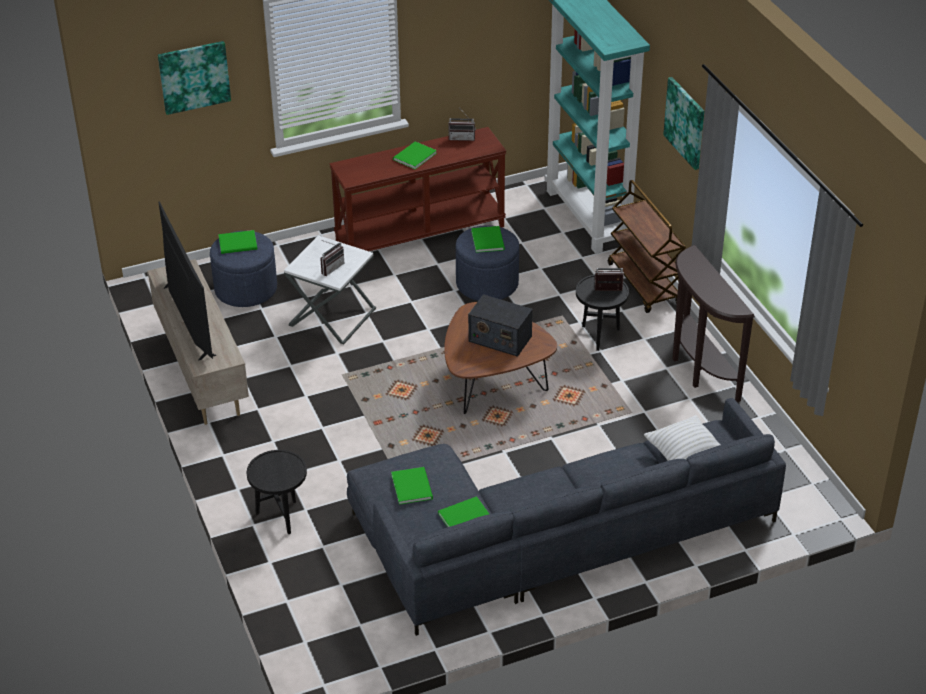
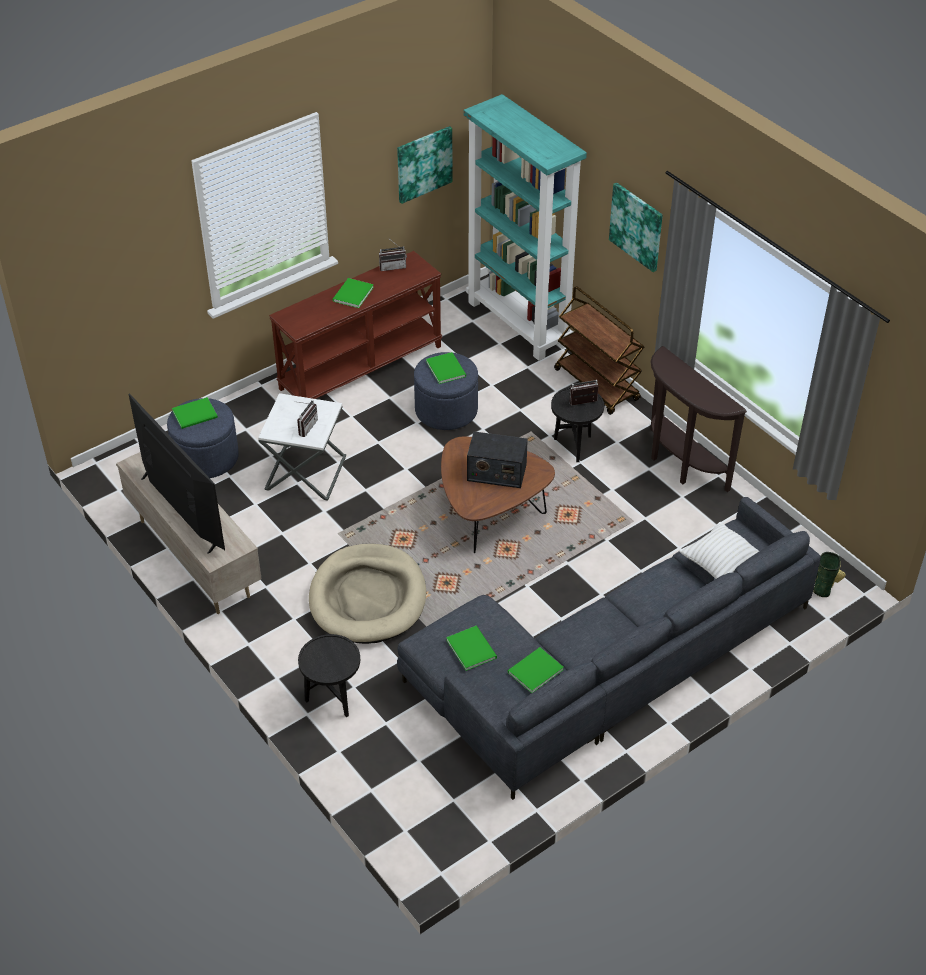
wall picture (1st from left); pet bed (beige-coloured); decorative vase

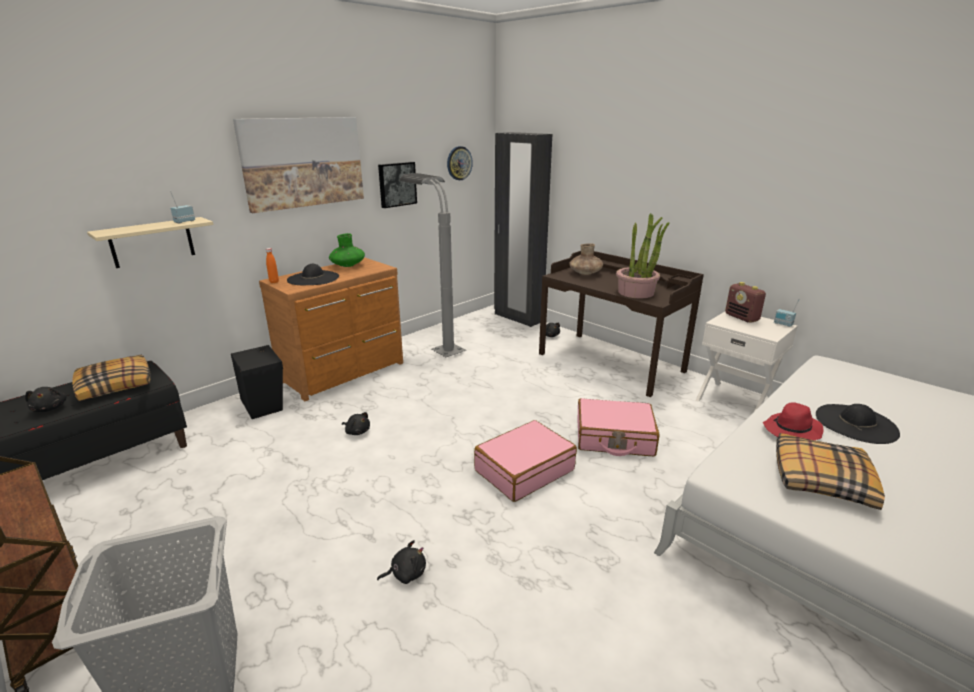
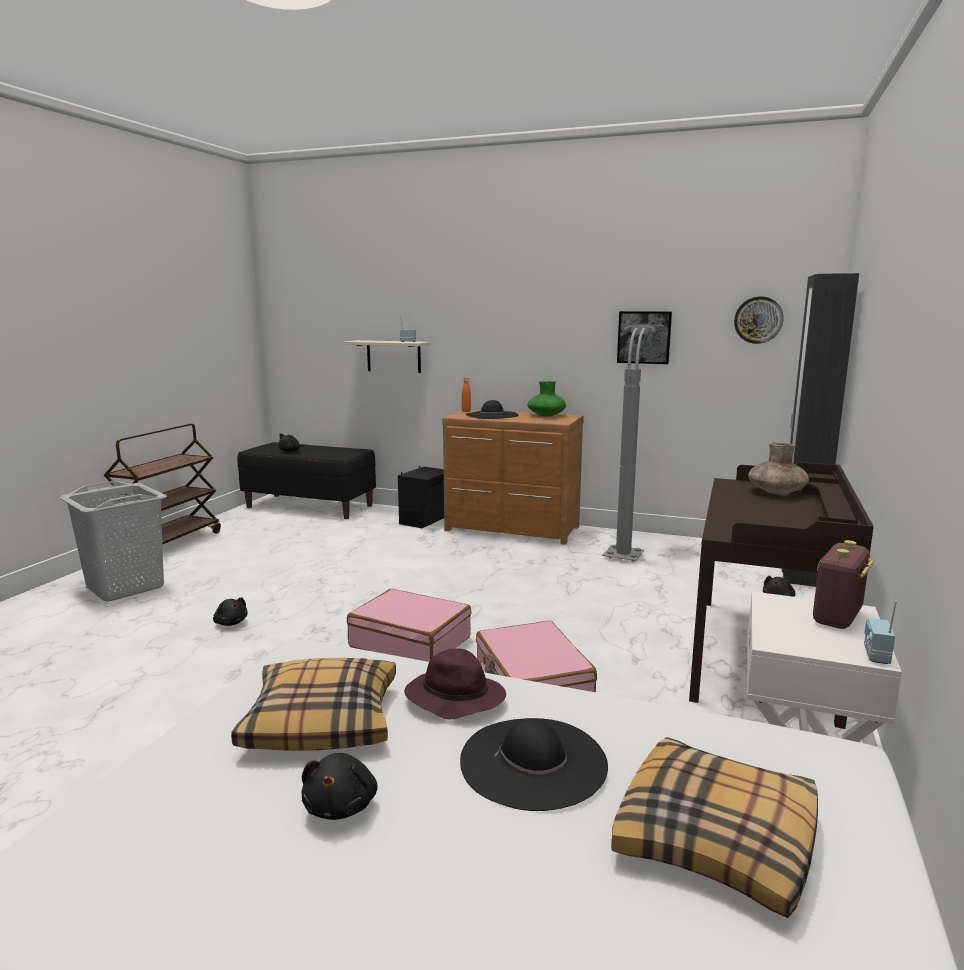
pillow (2nd from left); wall picture (1st from left in the first image); plush toy (black) (3rd from left); plant in a pot; wearable hat (purplish)

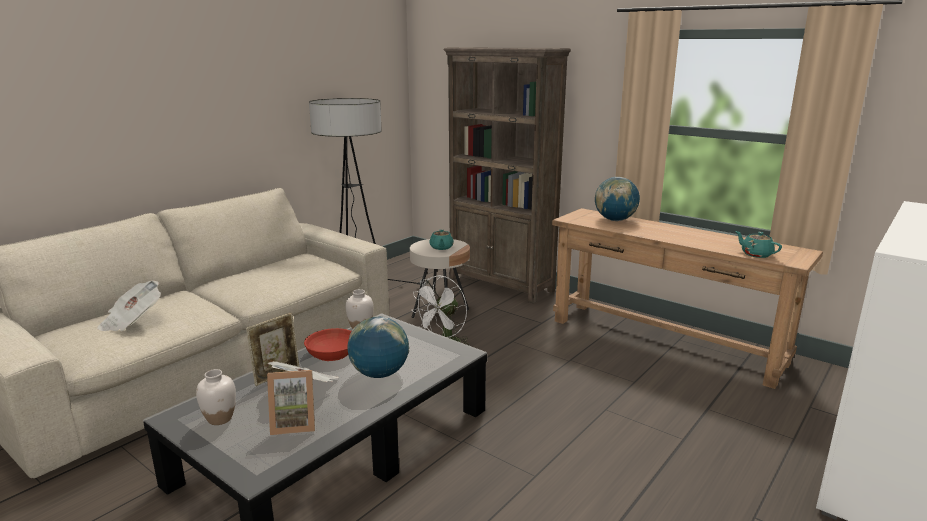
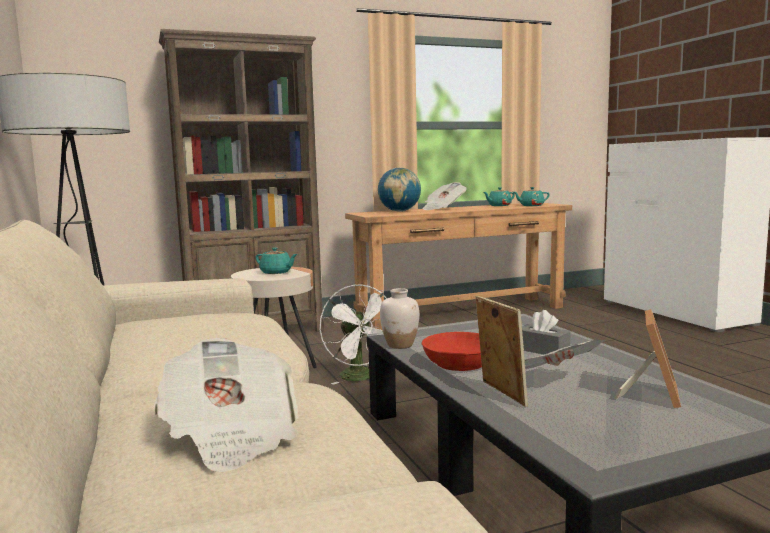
decorative vase (white) (1st from left in the first image); tissue holder (greyish); newspaper (2nd from left); pot for tea (turquoise-coloured) (2nd from left)

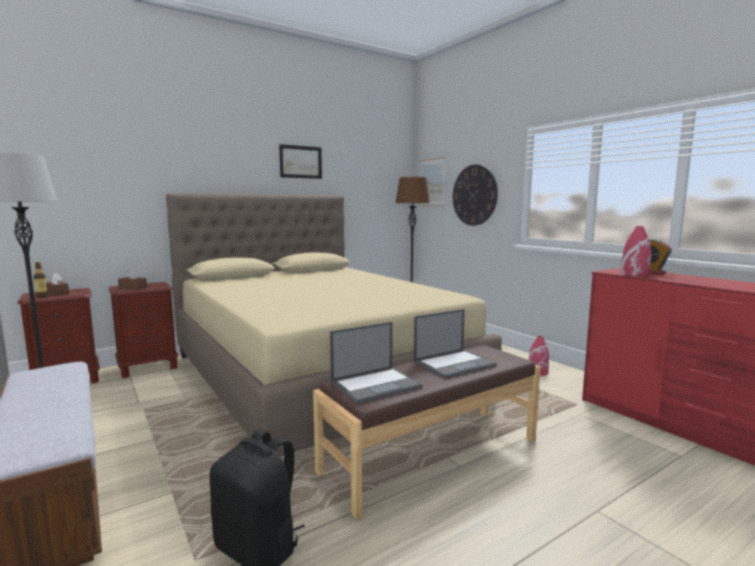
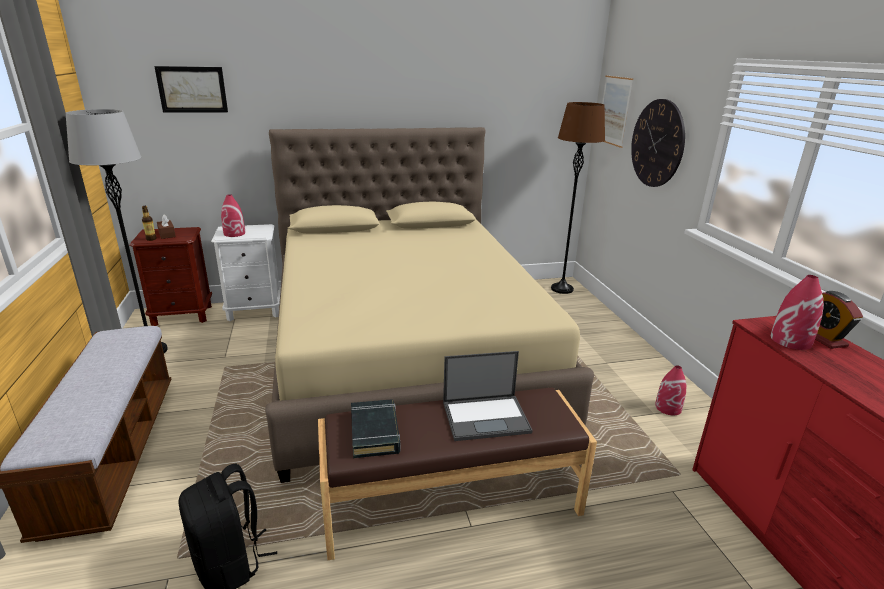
nightstand (white); decorative vase (red) (1st from left); wall picture (1st from left); book (black)

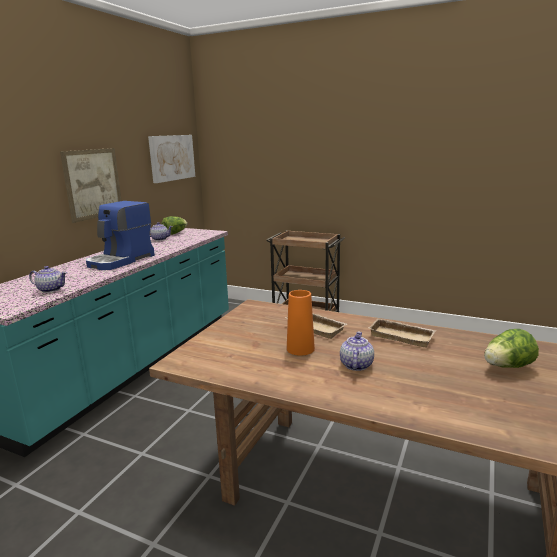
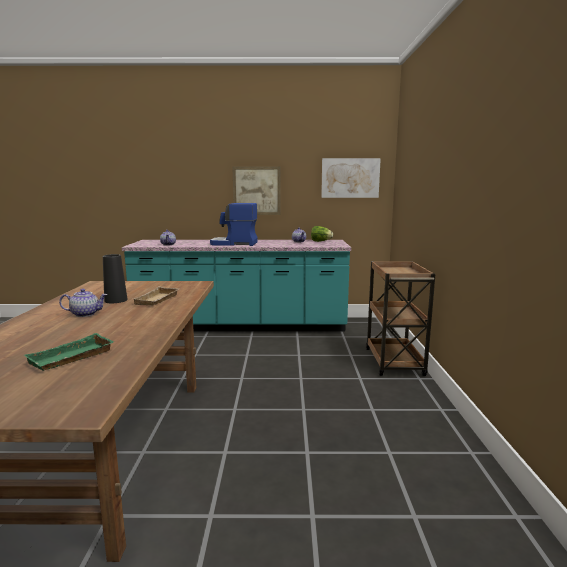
decorative vase (black); serving tray (beige-coloured) (2nd from left in the first image); serving tray (green)

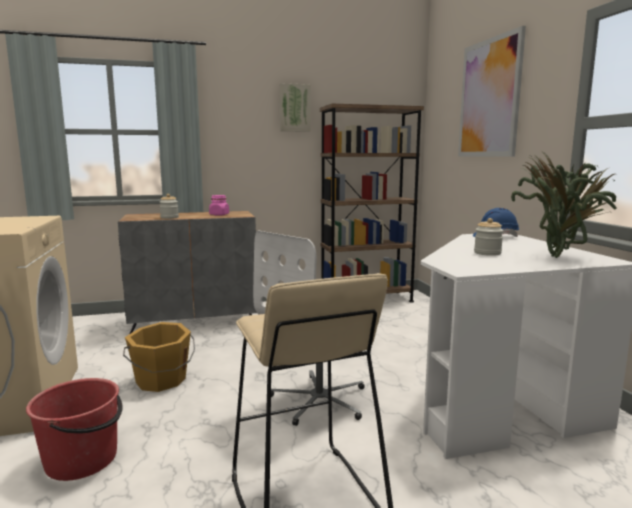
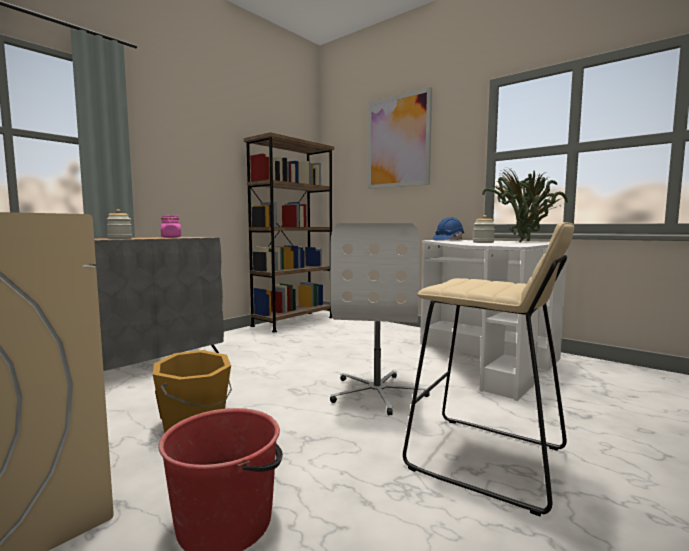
wall picture (1st from left in the first image)

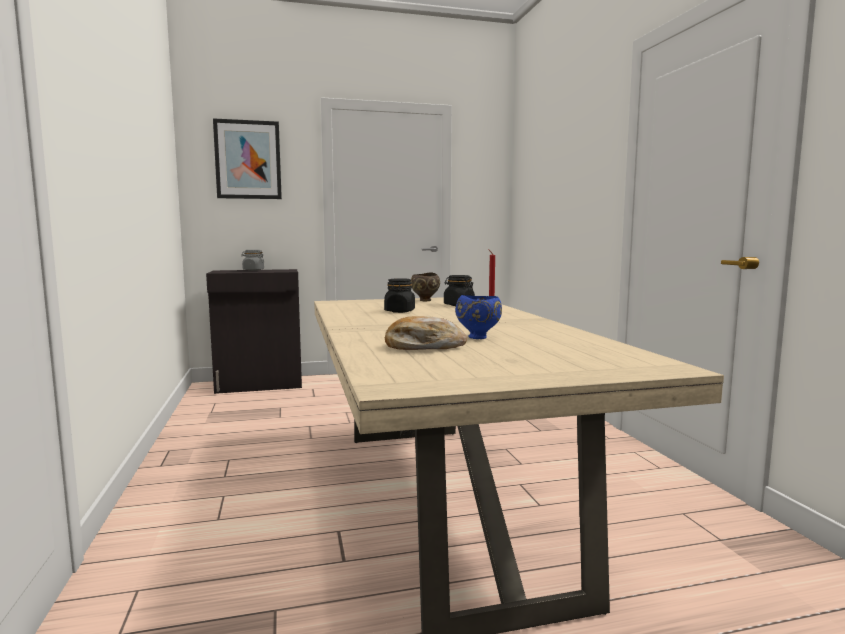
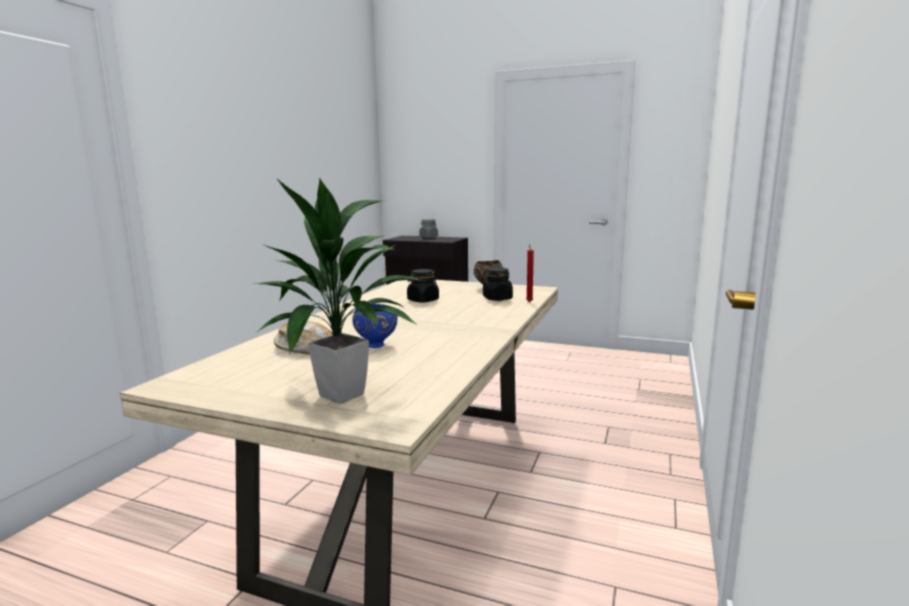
wall picture; plant in a pot

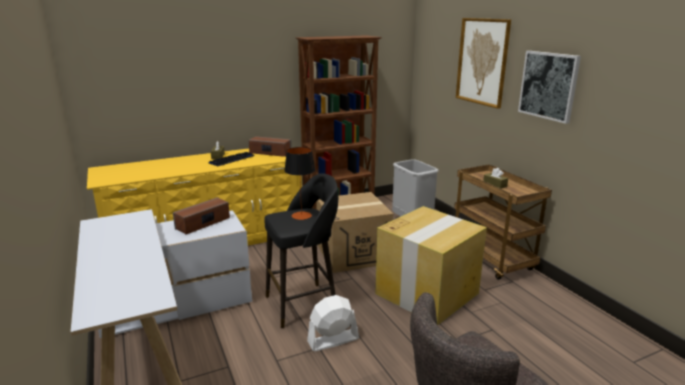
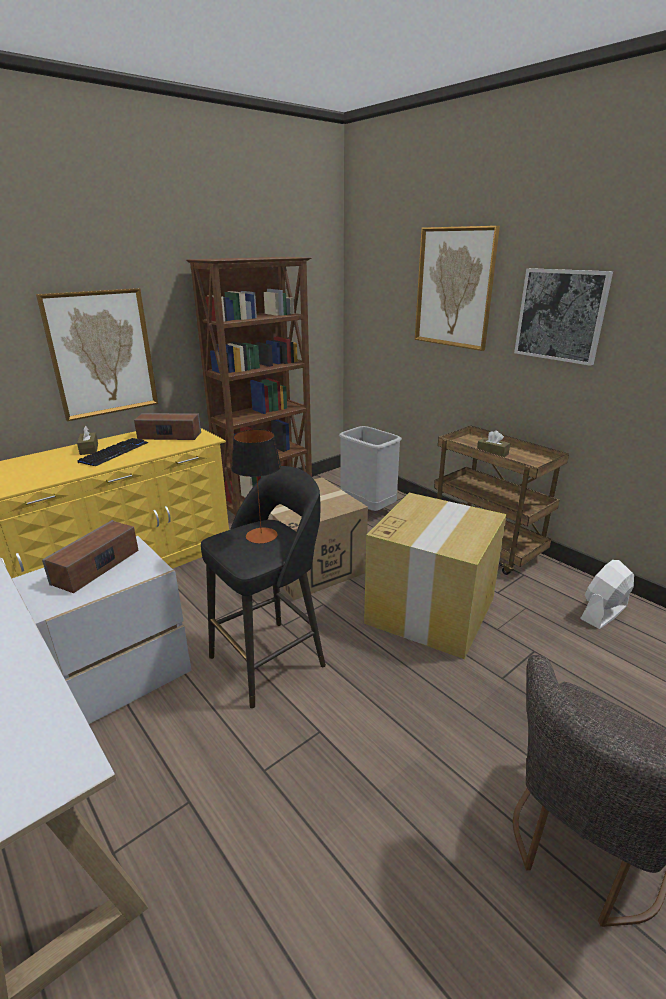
electric fan (white); wall picture (1st from left)

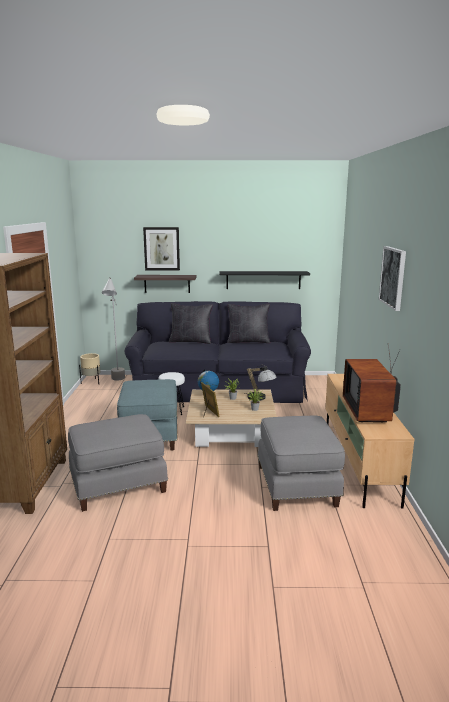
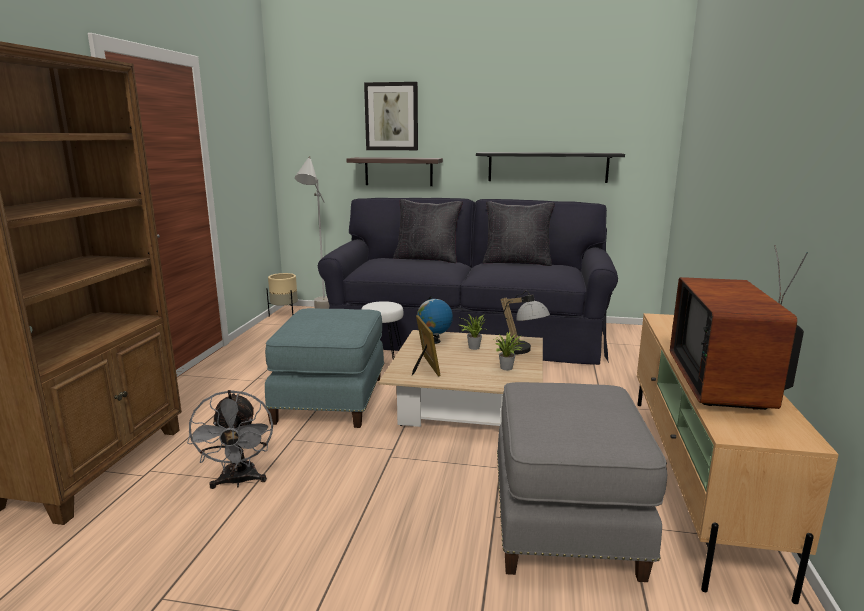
electric fan (greyish); wall picture (2nd from left in the first image)

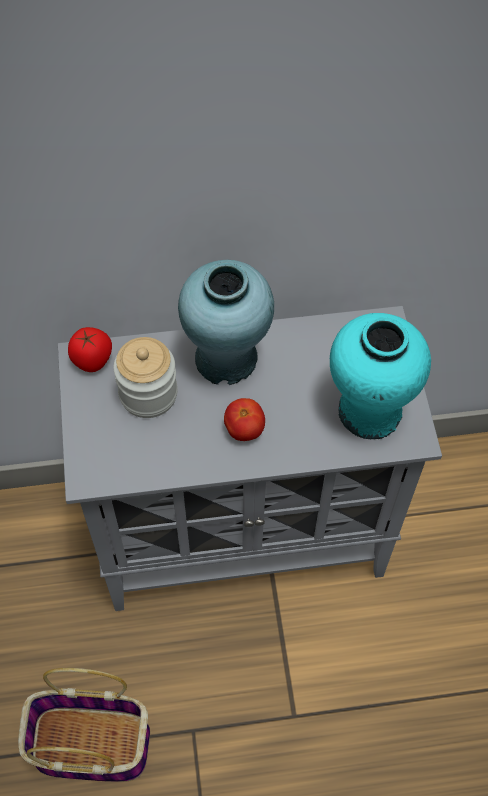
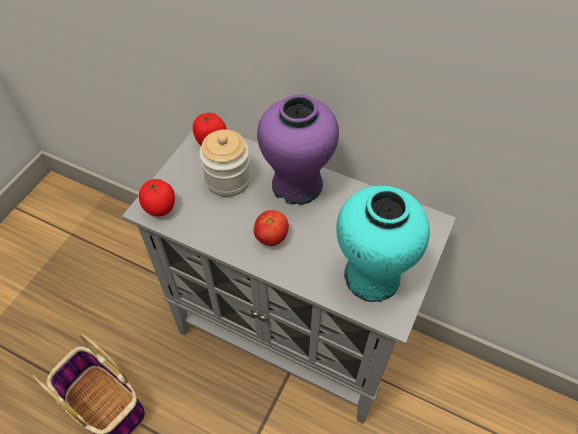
decorative vase (purplish); whole tomato (1st from left)

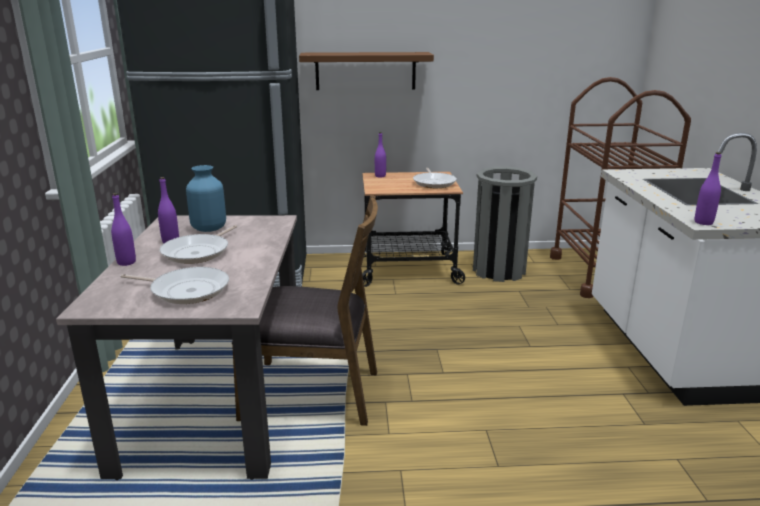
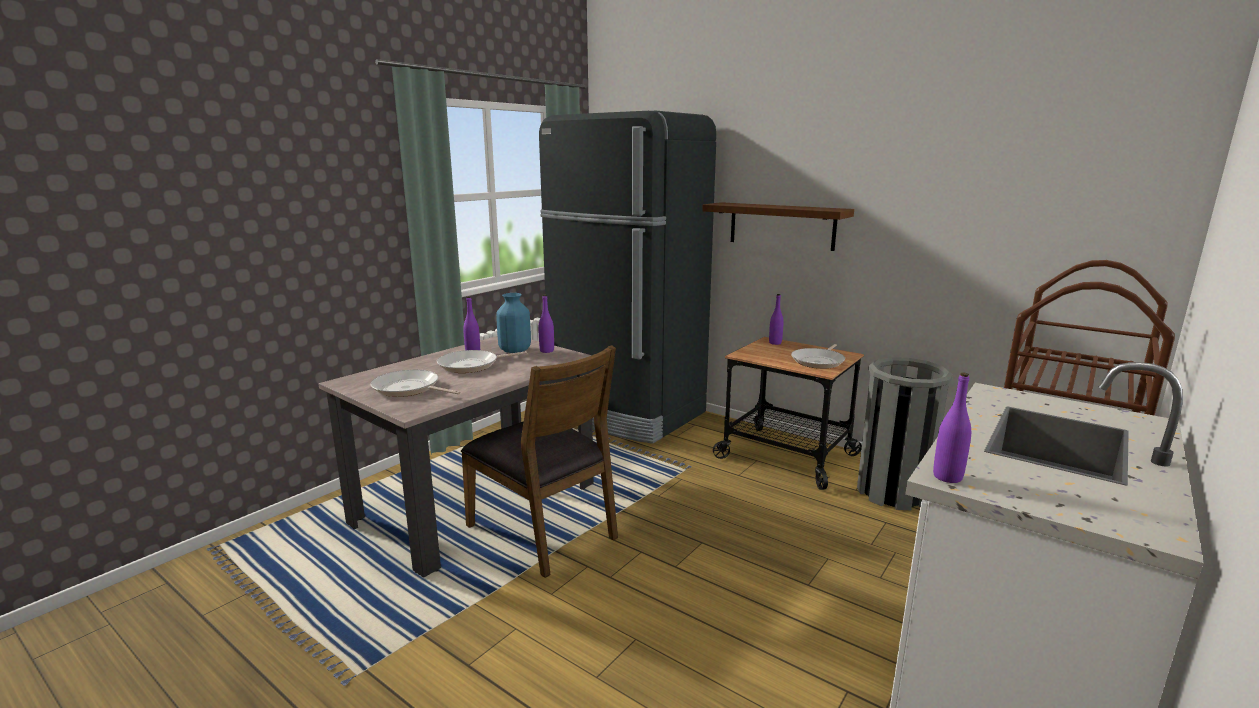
bottle (purplish) (2nd from left); skillet (1st from left)

